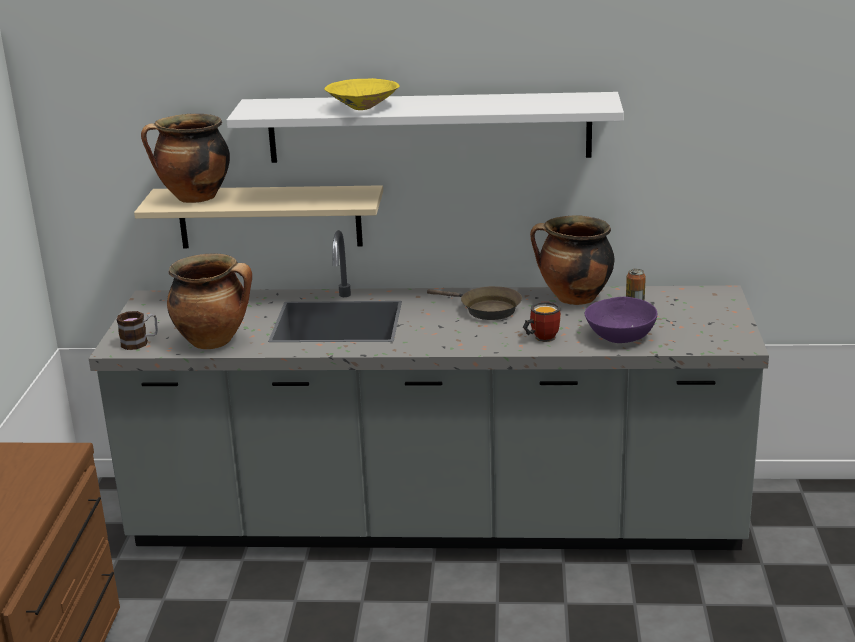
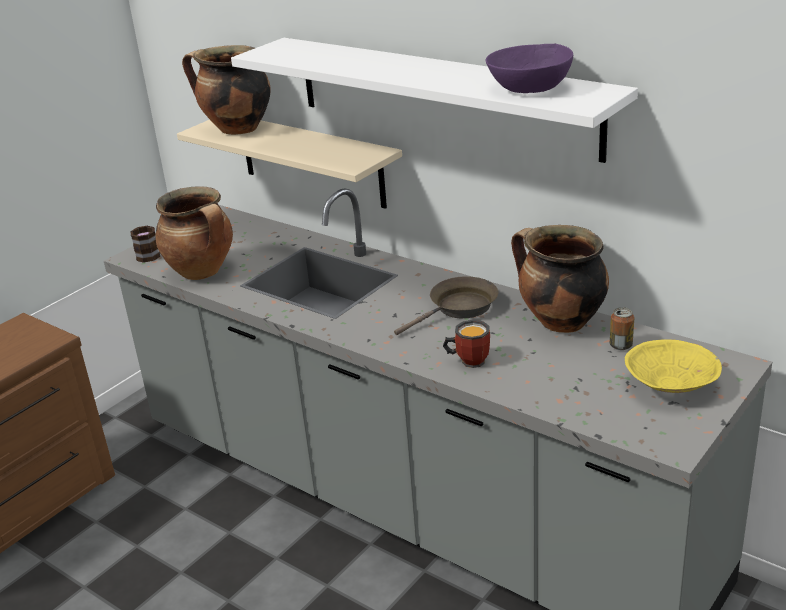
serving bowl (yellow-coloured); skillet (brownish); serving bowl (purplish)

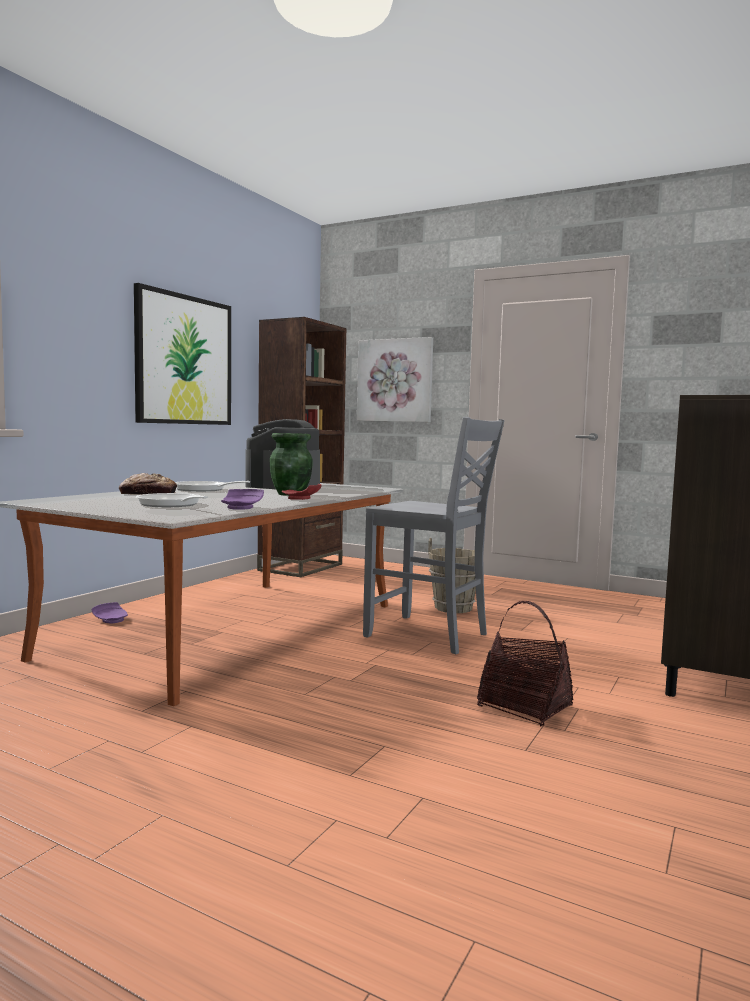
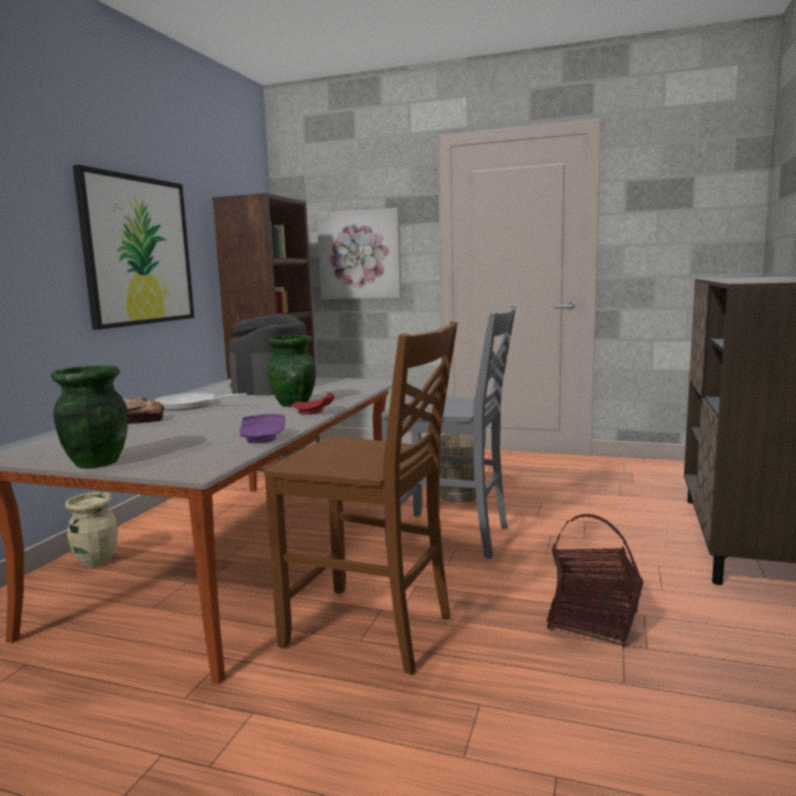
decorative vase (beige-coloured); skillet (1st from left in the first image); decorative vase (green) (1st from left); chair (brownish)

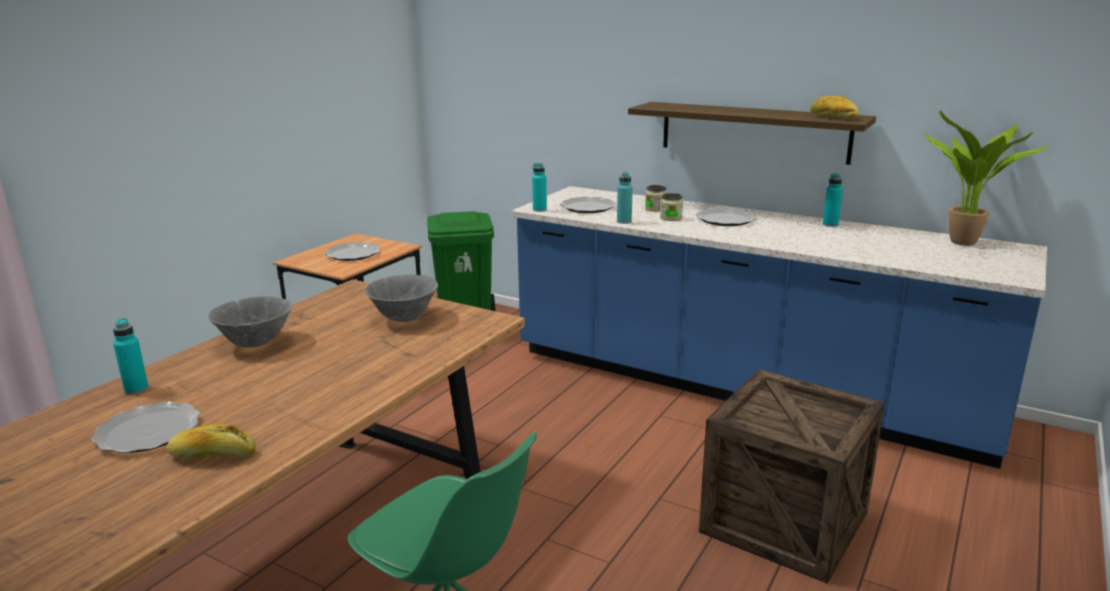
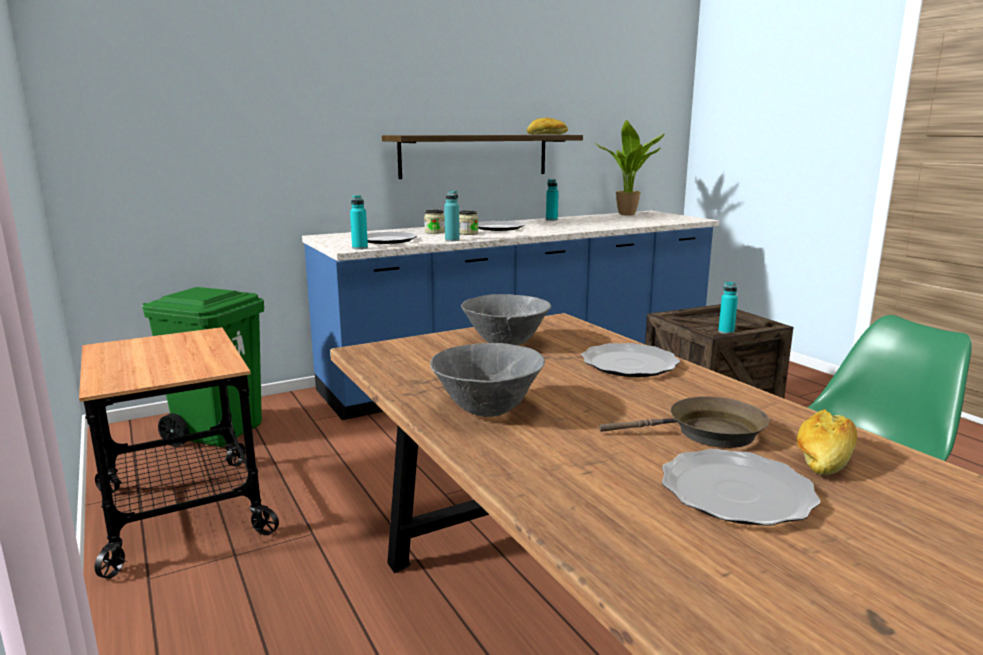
bottle (turquoise-coloured) (4th from left); flat dish (3rd from left); skillet (brownish)

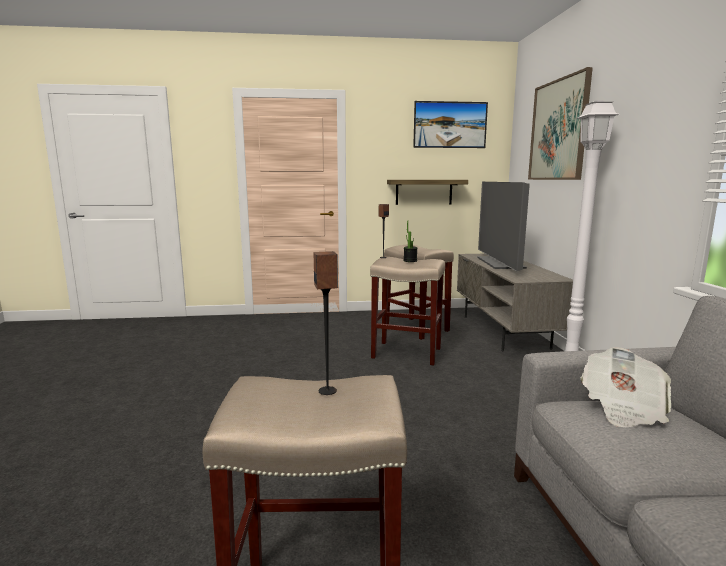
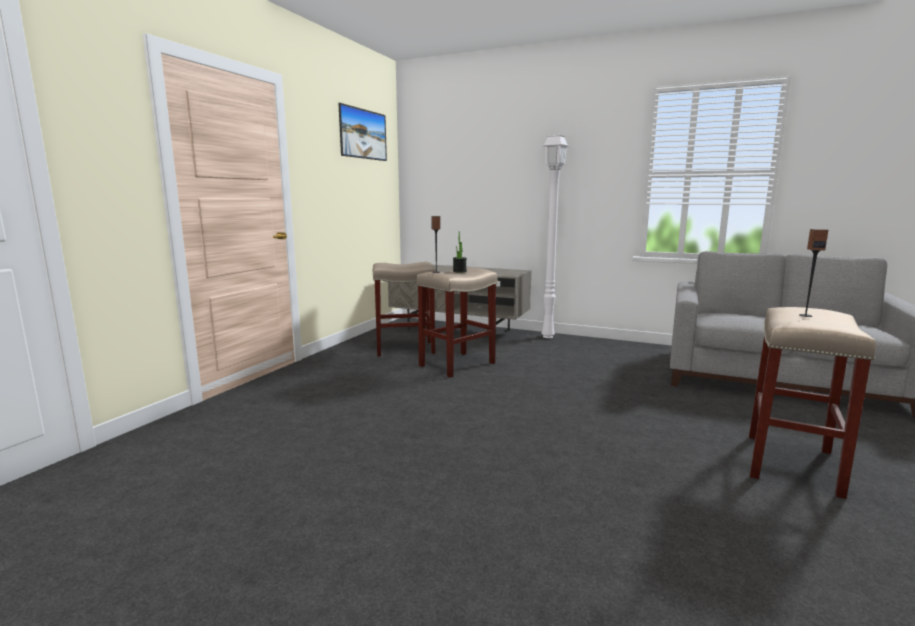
wall shelf; TV set; wall picture (2nd from left in the first image); newspaper

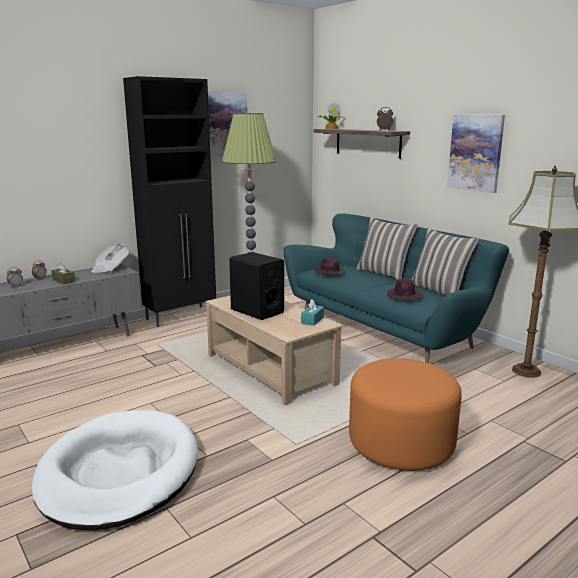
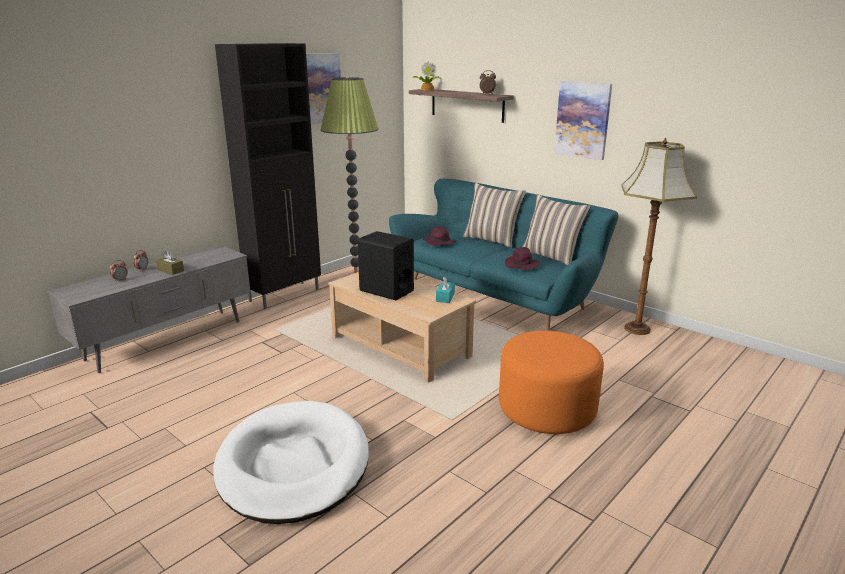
newspaper

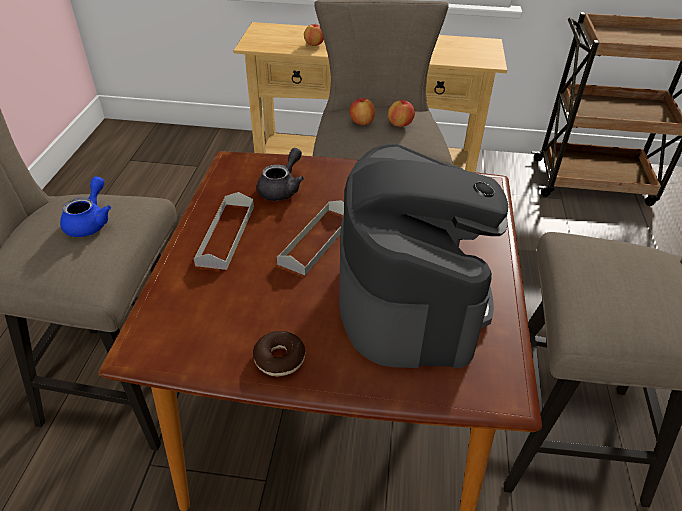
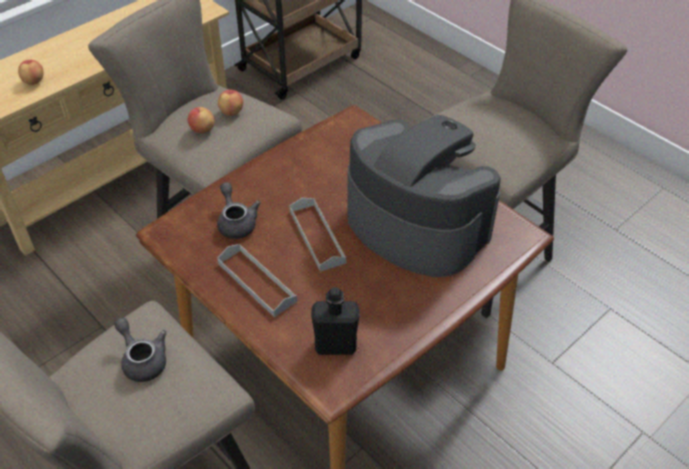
pot for tea (greyish) (1st from left); donut; bottle (black)

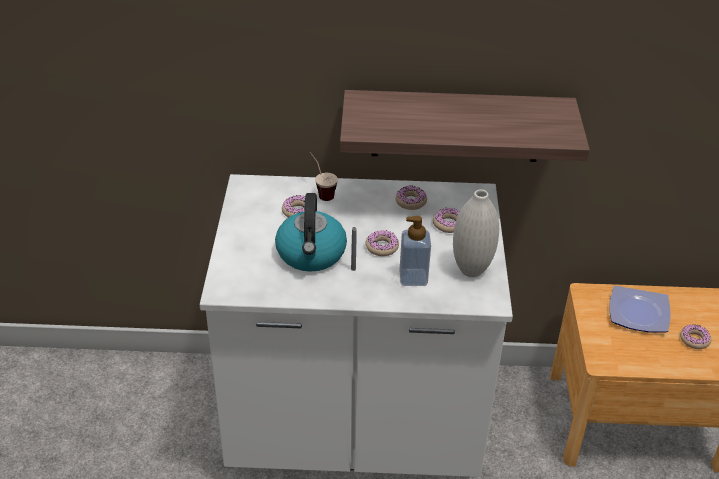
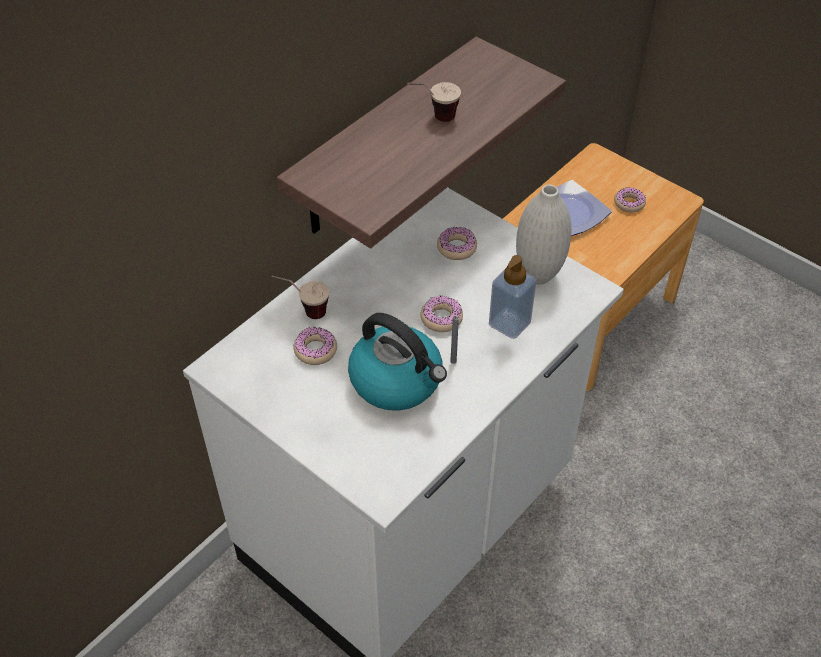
donut (3rd from left in the first image); cup (2nd from left)

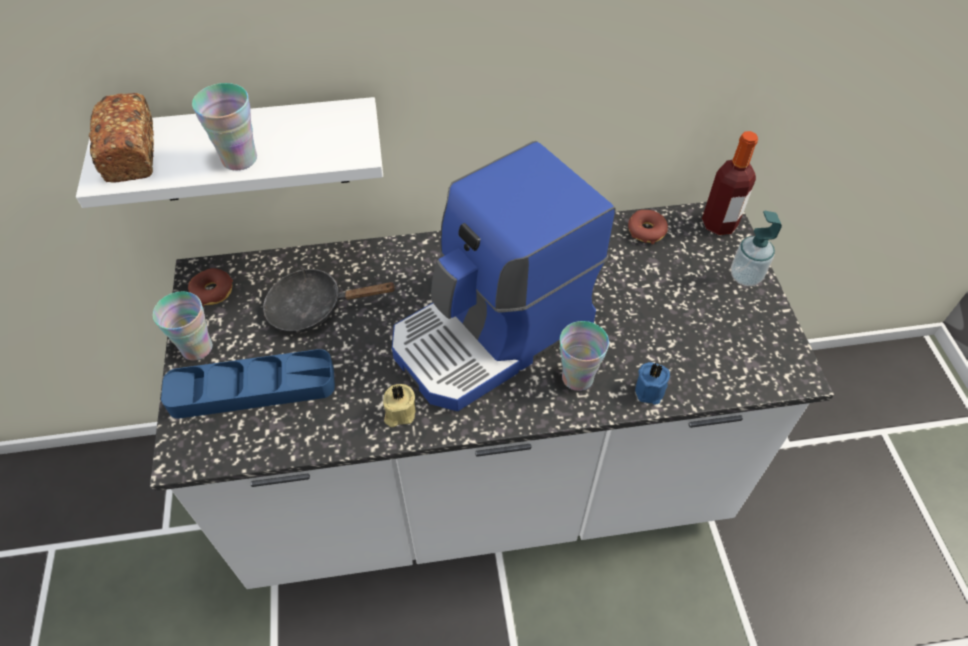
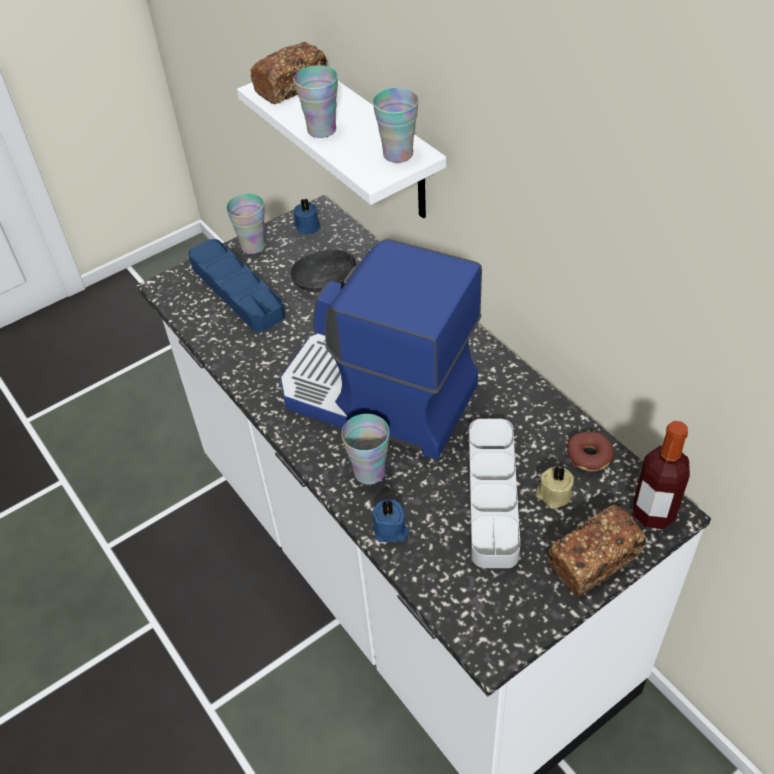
candle (bluish) (1st from left); candle (beige-coloured); baked bread (2nd from left); cup (4th from left); serving tray (greyish)

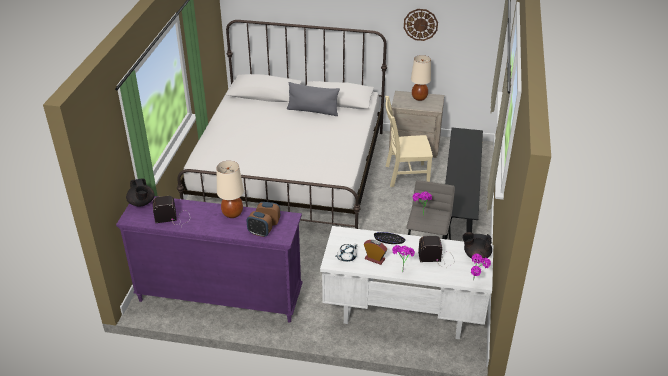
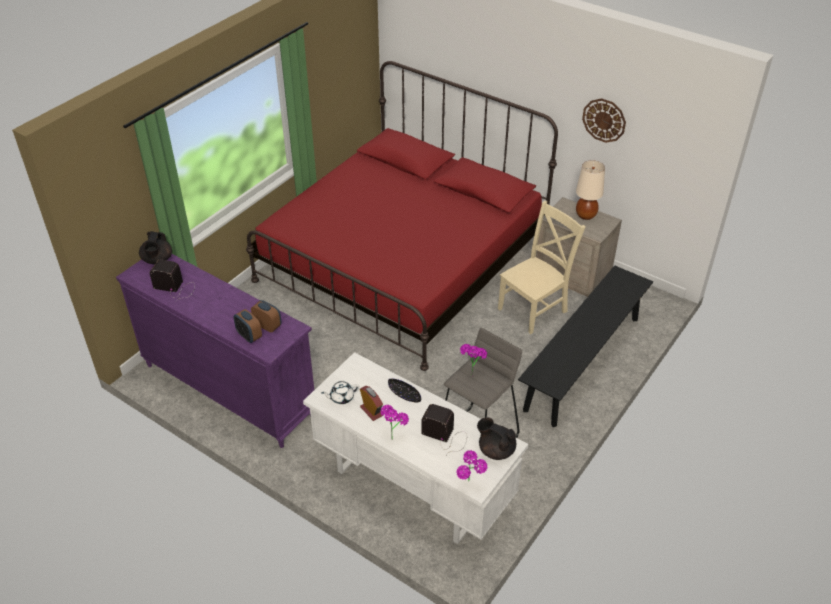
bed (red); table lamp (beige-coloured) (1st from left in the first image); pillow (greyish); chair (beige-coloured)

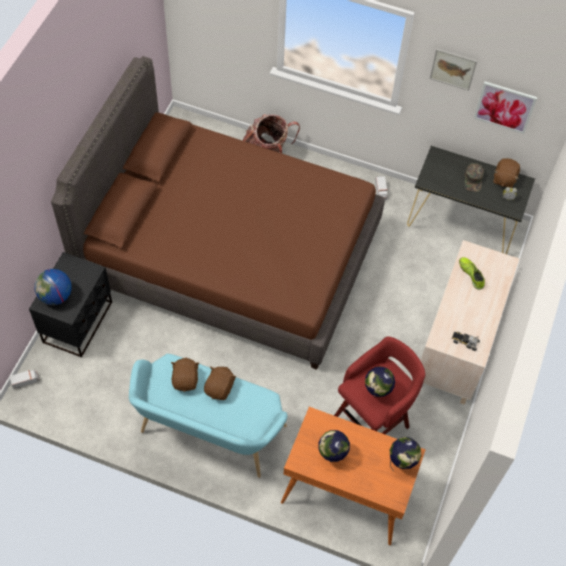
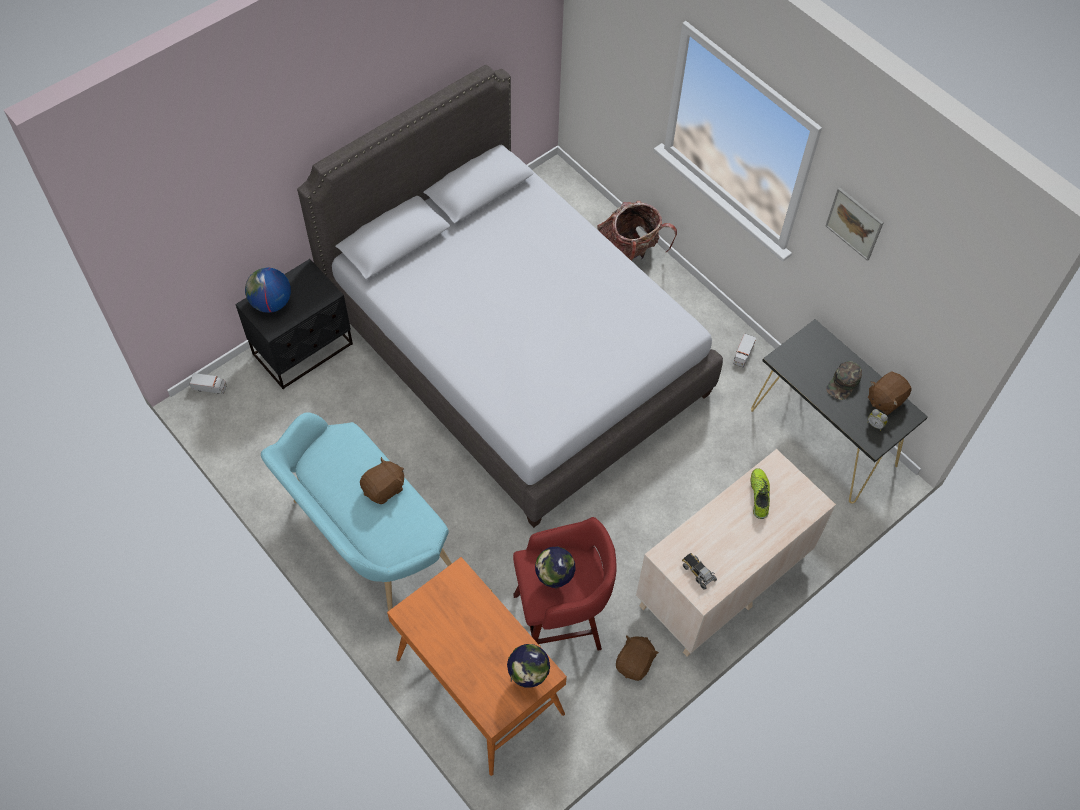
bed (greyish); plush toy (brownish) (2nd from left); globe (2nd from left in the first image); wall picture (2nd from left in the first image)

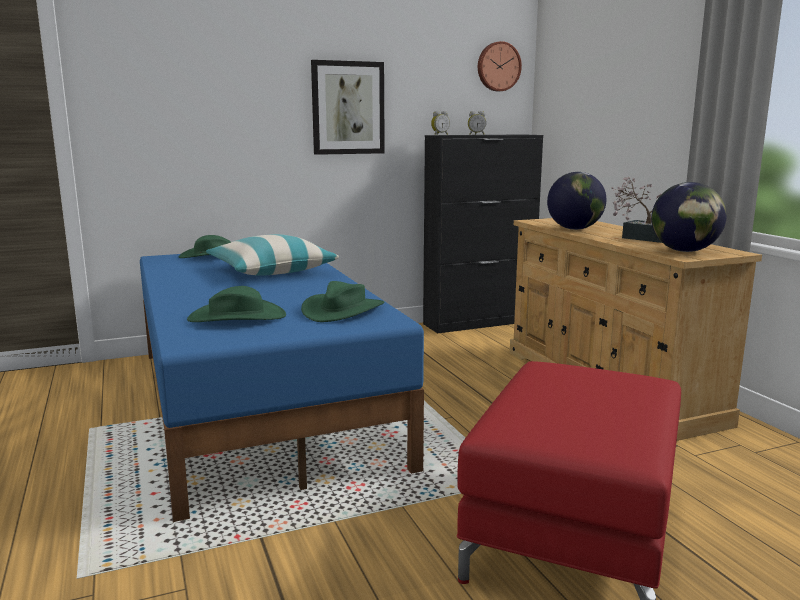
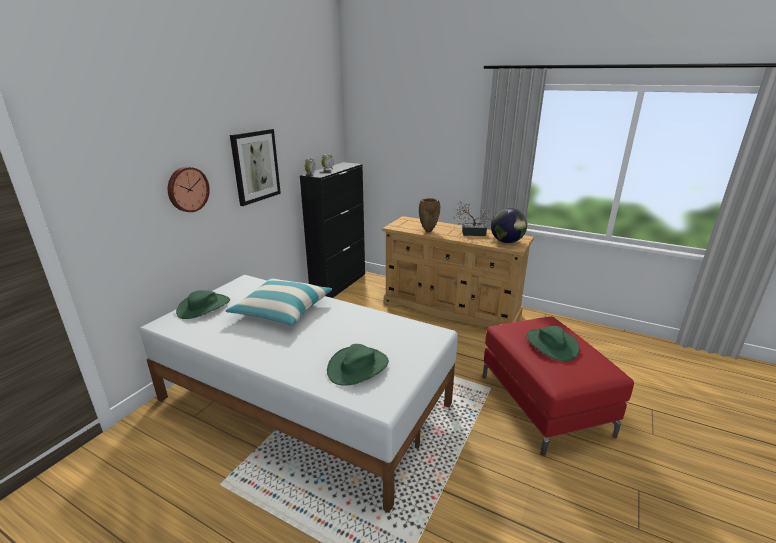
bed (white); wearable hat (green) (3rd from left); hanging clock; decorative vase (brownish)

